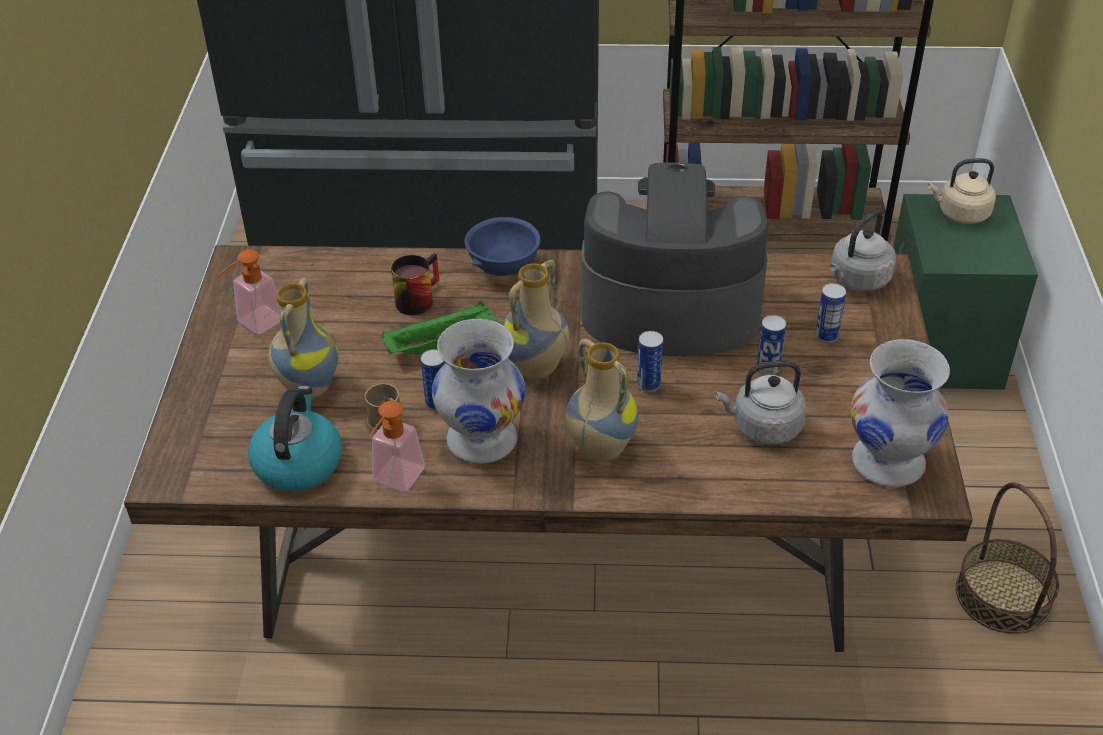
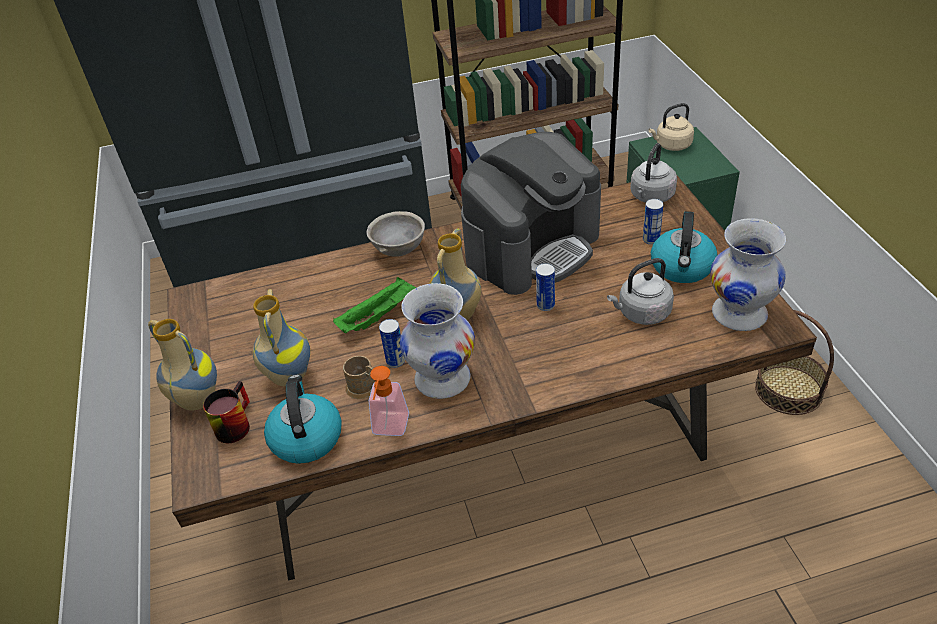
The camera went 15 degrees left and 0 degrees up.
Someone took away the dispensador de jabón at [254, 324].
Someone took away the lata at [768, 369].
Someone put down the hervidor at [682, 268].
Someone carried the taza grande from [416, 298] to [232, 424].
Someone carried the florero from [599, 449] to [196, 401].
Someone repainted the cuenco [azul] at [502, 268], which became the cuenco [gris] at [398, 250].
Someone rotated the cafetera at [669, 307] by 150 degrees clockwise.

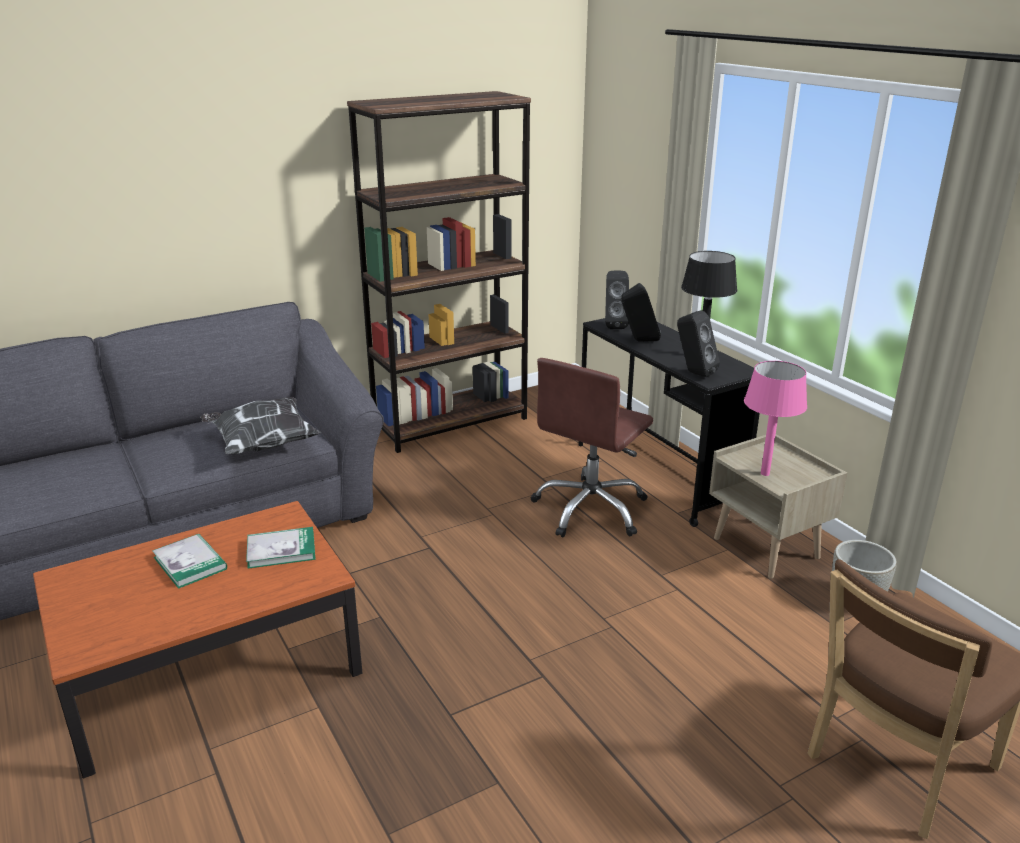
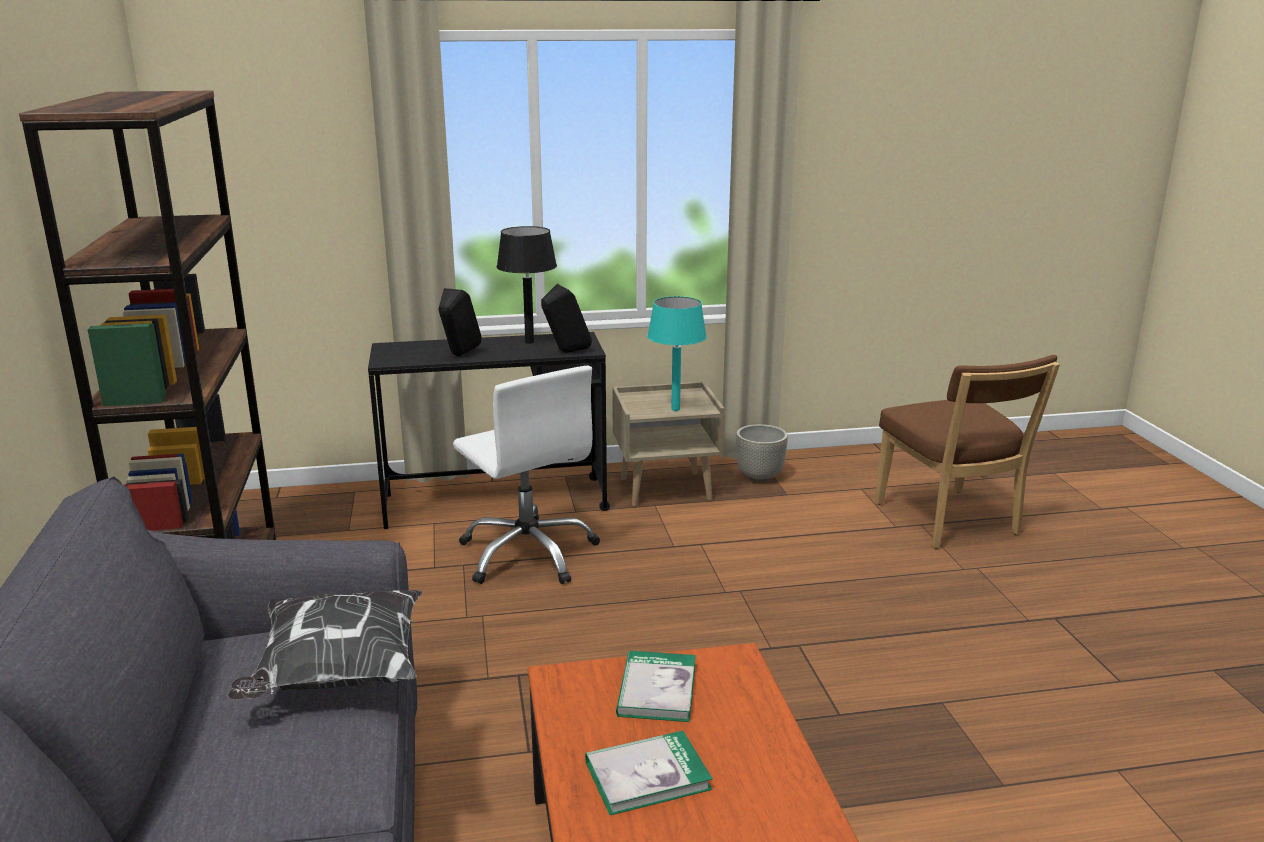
The camera went 70 degrees left and 5 degrees down.
Someone took away the altavoz [negro] at [614, 325].
Someone repainted the silla de oficina [marrón] at [591, 509], which became the silla de oficina [blanco] at [528, 553].
Someone repainted the lámpara de mesa [rosa] at [764, 473], which became the lámpara de mesa [turquesa] at [675, 409].

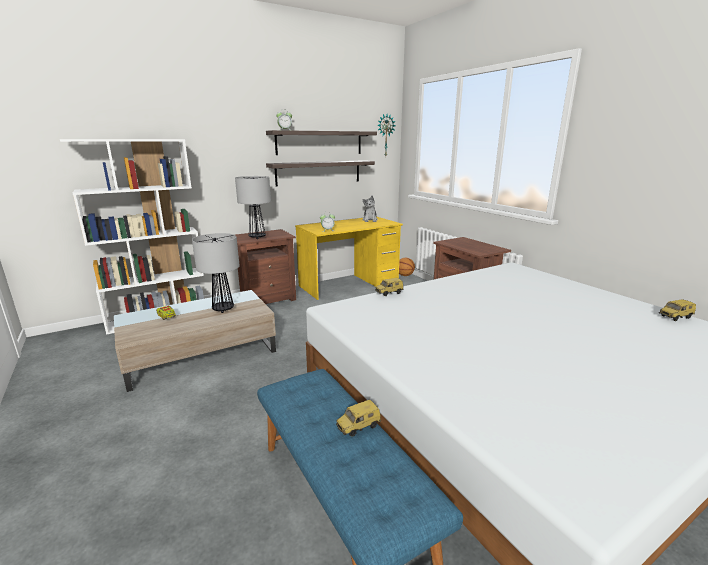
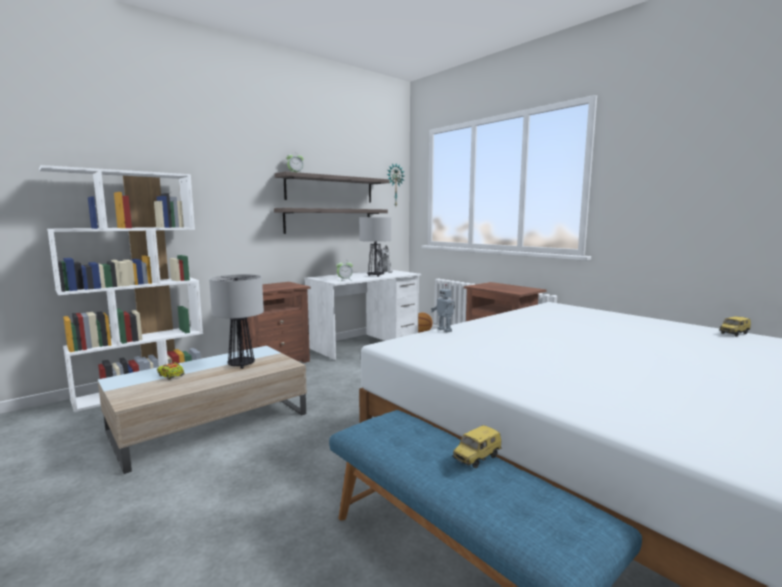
The camera went 10 degrees left and 10 degrees down.
Someone carried the lámpara de mesa from [257, 237] to [375, 275].
Someone swapped the coche de juguete at [389, 293] for the robot de juguete at [445, 330].
Someone repainted the escritorio [amarillo] at [349, 284], which became the escritorio [blanco] at [364, 343].

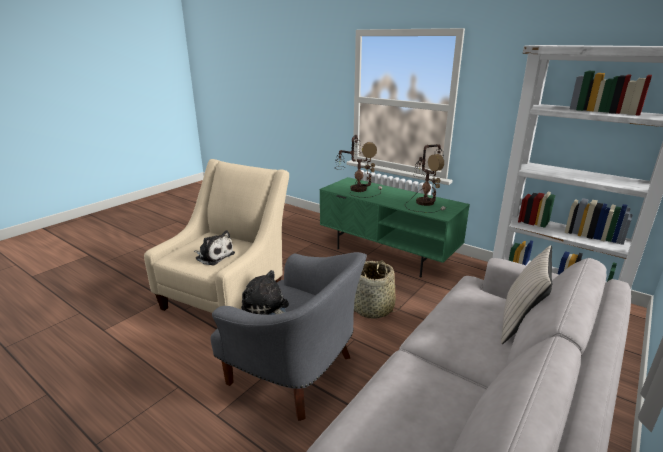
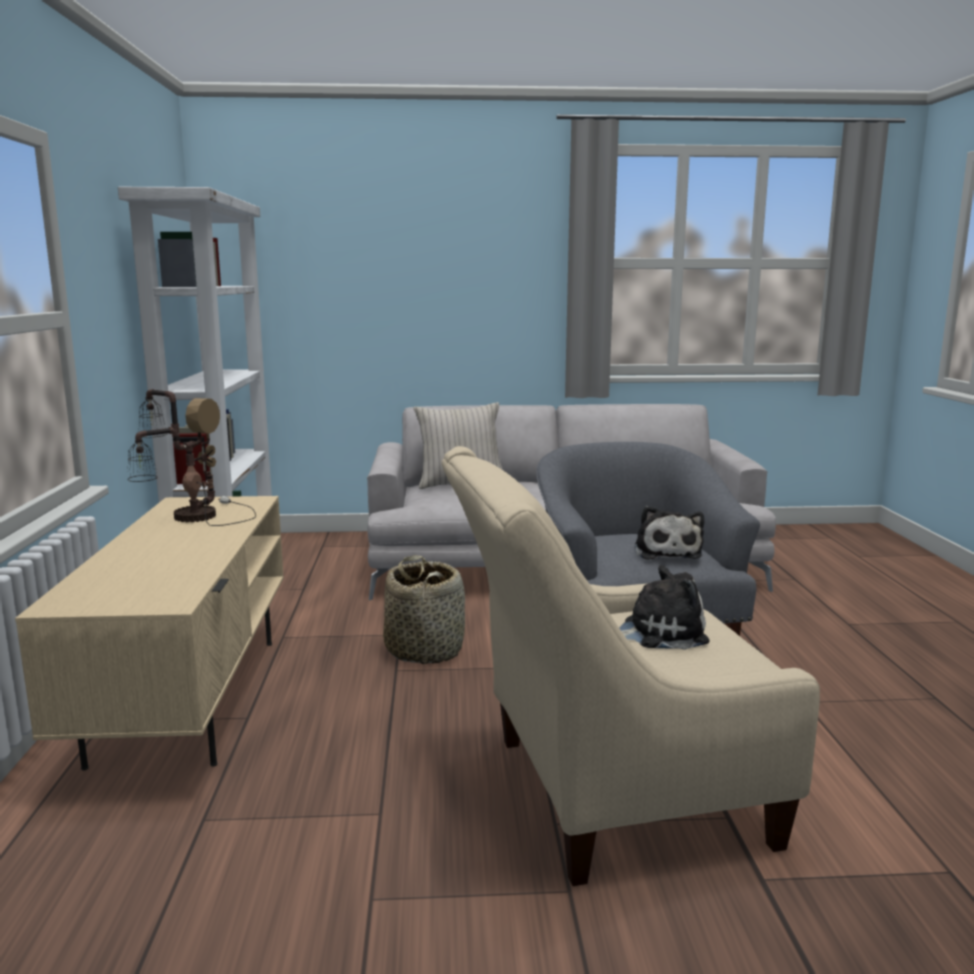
The camera went 130 degrees left and 10 degrees down.
Someone took away the lámpara de mesa at [357, 189].
Someone repainted the mueble de televisión [verde] at [388, 254], which became the mueble de televisión [beis] at [189, 697].
Someone rotated the peluche at [214, 256] by 90 degrees clockwise.

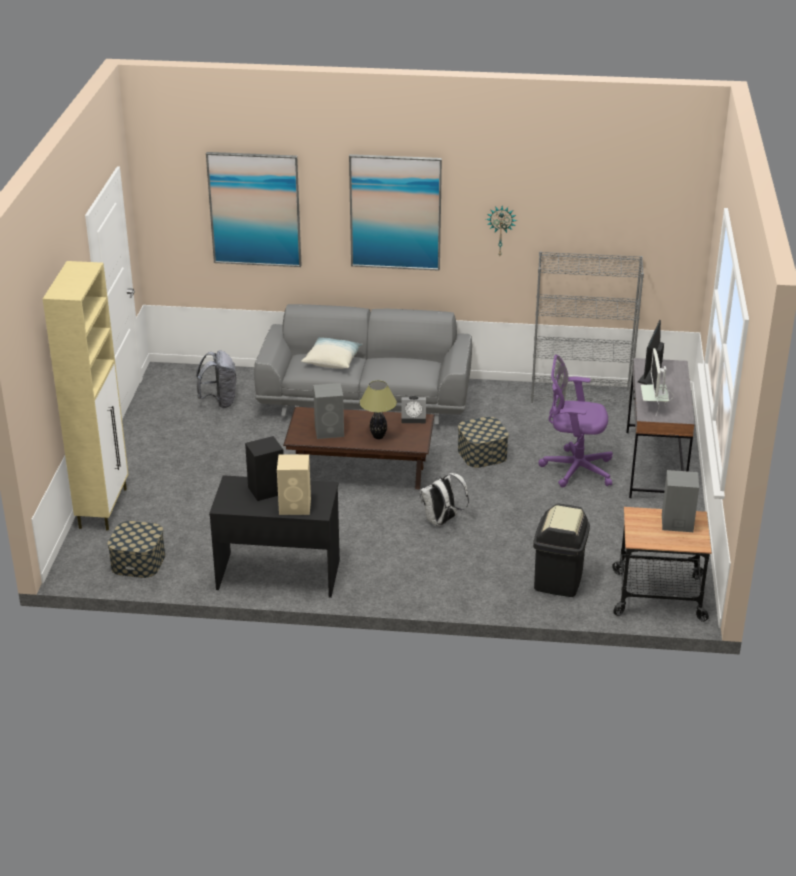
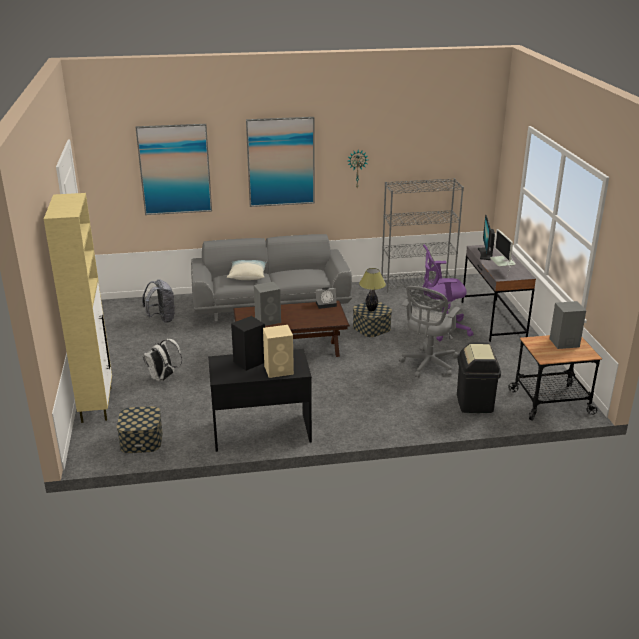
The camera went 15 degrees left and 5 degrees down.
Someone put down the silla de oficina [gris] at [427, 365].
Someone carried the lámpara de mesa from [378, 437] to [371, 310].
Someone carried the mochila [blanco] from [442, 521] to [163, 378].

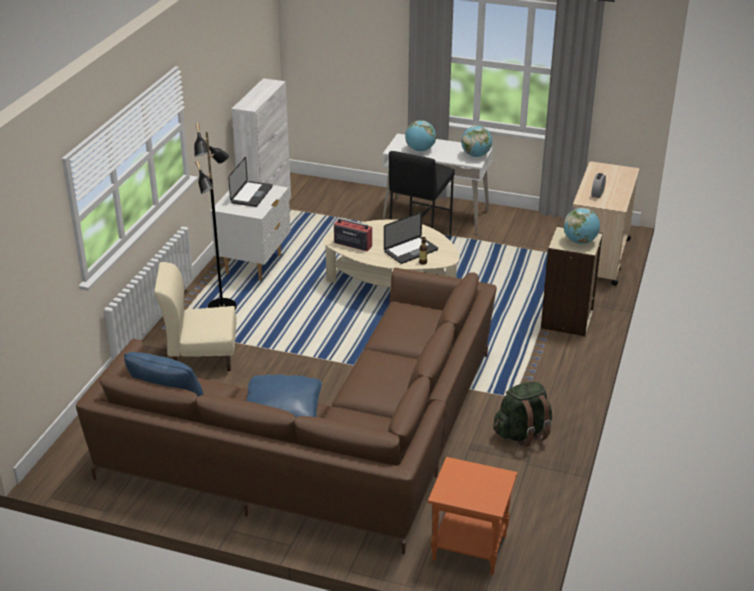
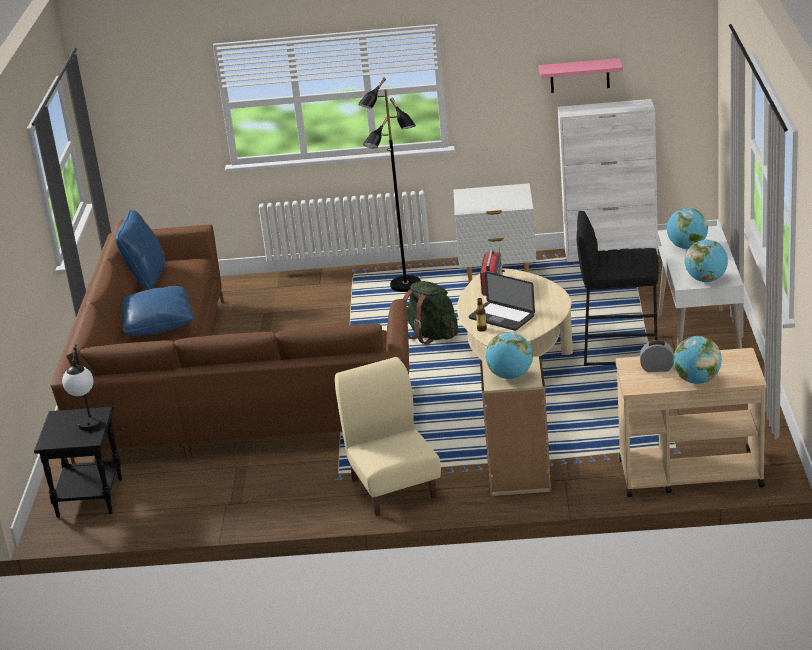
The camera went 75 degrees right and 5 degrees down.
Someone took away the portátil at [251, 195].
Someone put down the lámpara de mesa at [89, 429].
Someone put up the estante [rosa] at [579, 75].
Someone put down the globo terráqueo at [697, 380].
Someone carried the silla [beis] from [201, 356] to [393, 487].
Someone carried the mochila [verde] from [522, 433] to [431, 335].
Someone repainted the mesa auxiliar [naranja] at [468, 548], which became the mesa auxiliar [negro] at [88, 497].

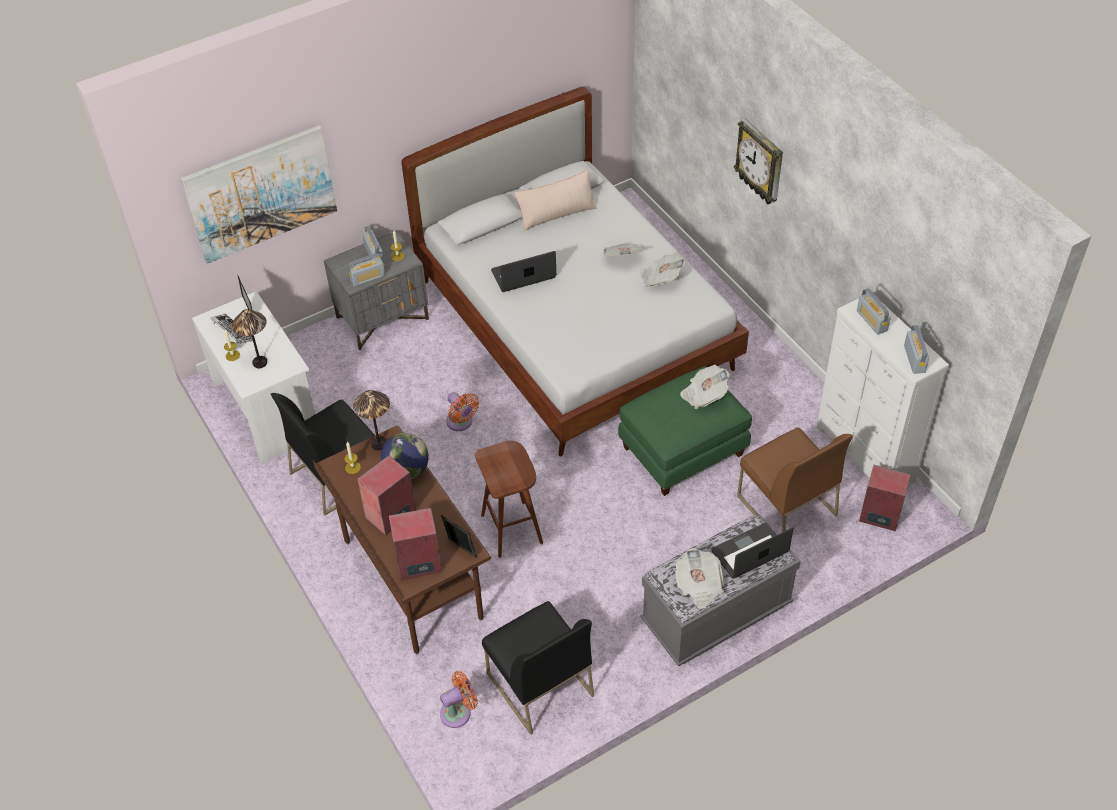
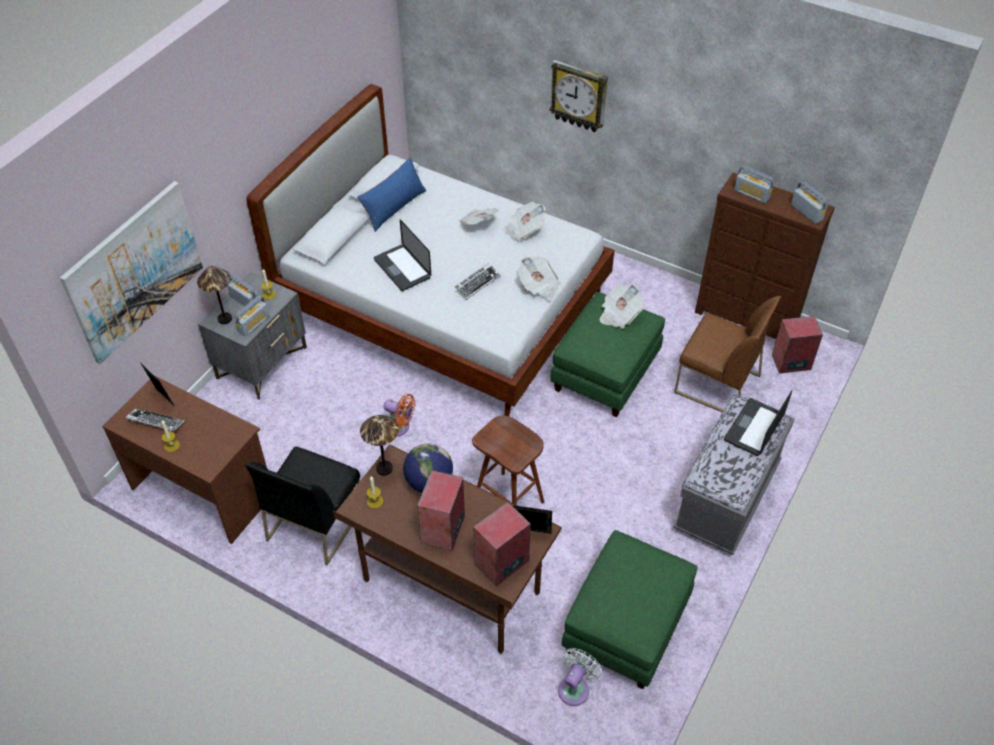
The camera went 30 degrees left and 0 degrees up.
Someone put down the teclado at [477, 283].
Someone carried the lámpara de mesa from [259, 363] to [224, 319].
Someone carried the periódico from [699, 586] to [539, 286].
Someone swapped the silla [negro] at [539, 684] for the puf [verde] at [627, 628].
Someone repainted the escritorio [blanco] at [267, 409], which became the escritorio [marrón] at [203, 490].
Someone repainted the ventilador [naranja] at [458, 712], which became the ventilador [blanco] at [575, 688].
Someone repainted the cojín [beis] at [556, 214], which became the cojín [azul] at [394, 207].
Someone repainted the cómoda [blanco] at [864, 455], which became the cómoda [marrón] at [746, 320].
Someone rotated the portátil at [523, 274] by 75 degrees counterclockwise.

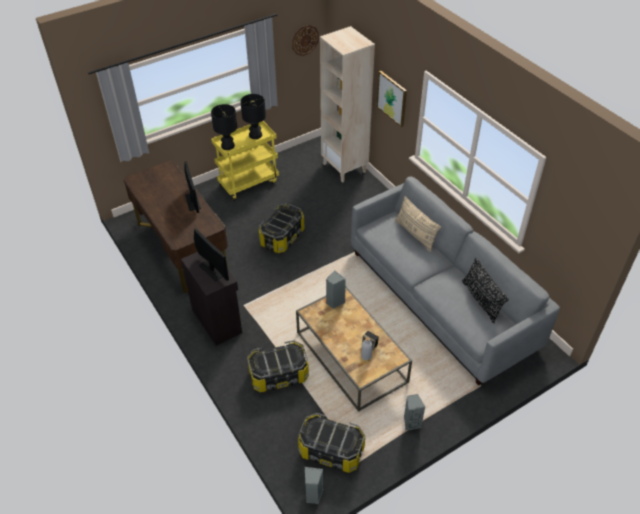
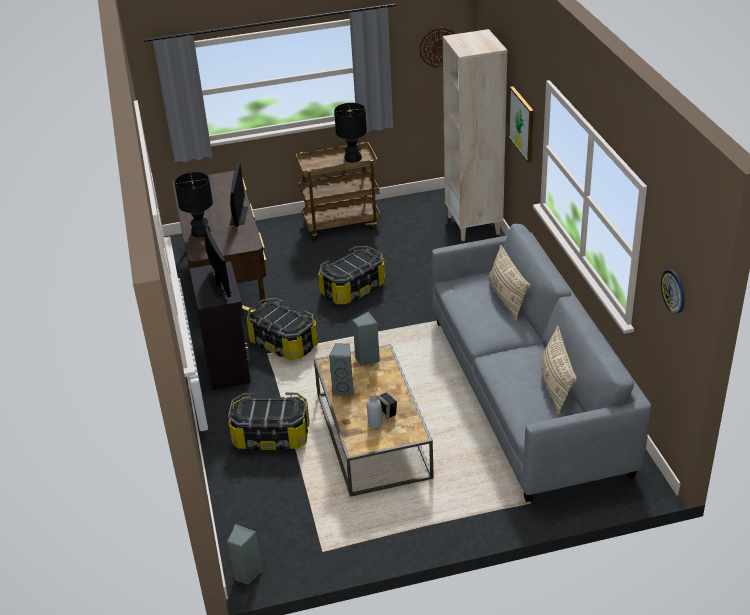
The camera went 20 degrees right and 10 degrees down.
Someone put up the reloj de pared at [674, 291].
Someone carried the lámpara de mesa [negro] from [227, 146] to [200, 232].
Someone carried the caja de almacenaje from [331, 451] to [283, 344].
Someone carried the altavoz [gris] from [411, 423] to [344, 389].
Someone repainted the carrito [amarillo] at [249, 183], which became the carrito [marrón] at [341, 224].
Someone repainted the cojín [negro] at [481, 300], which became the cojín [beis] at [555, 386].

